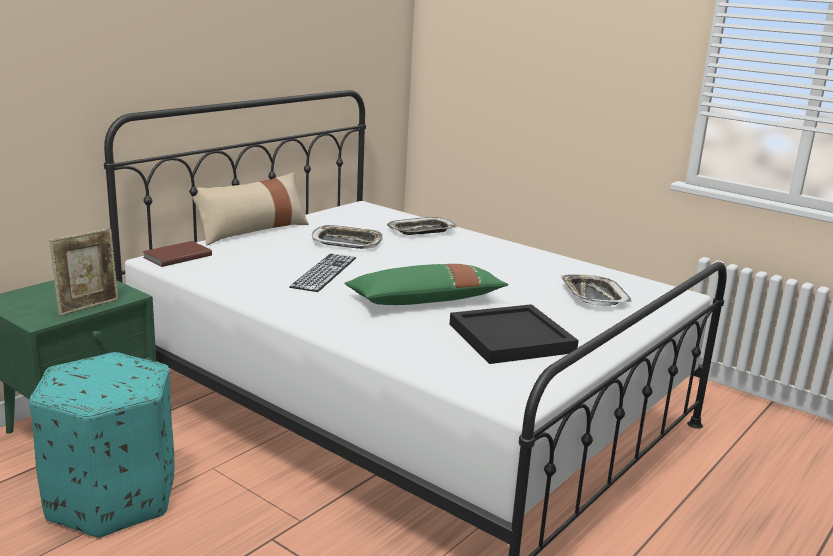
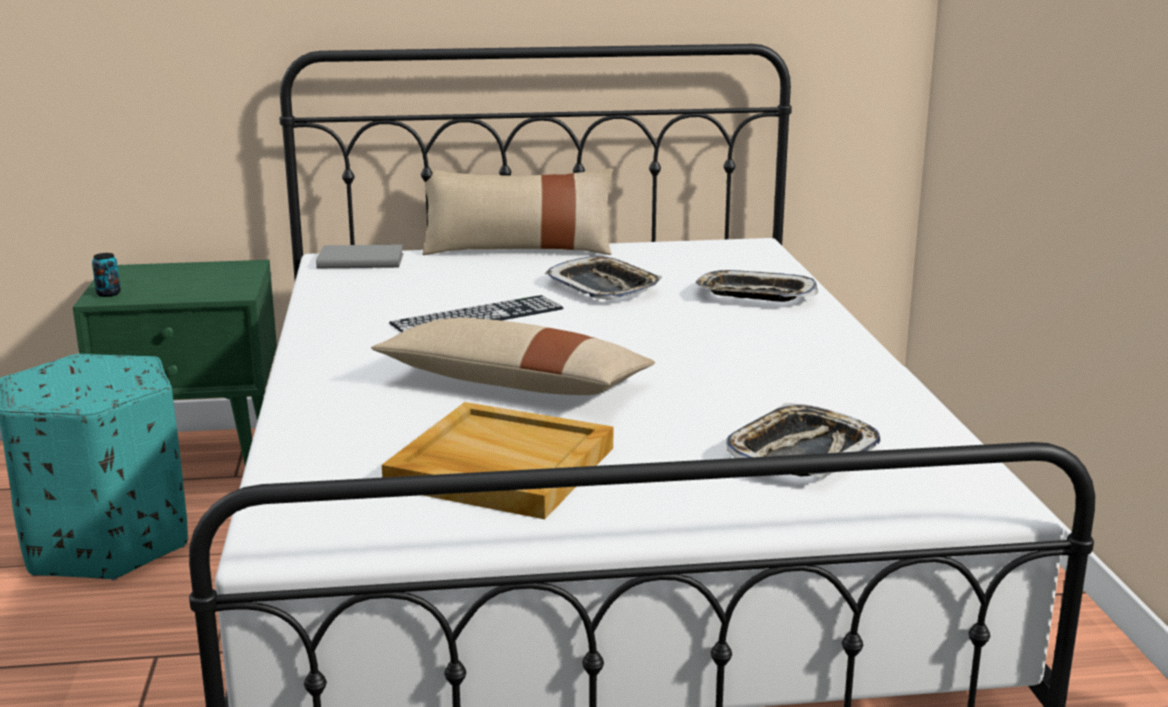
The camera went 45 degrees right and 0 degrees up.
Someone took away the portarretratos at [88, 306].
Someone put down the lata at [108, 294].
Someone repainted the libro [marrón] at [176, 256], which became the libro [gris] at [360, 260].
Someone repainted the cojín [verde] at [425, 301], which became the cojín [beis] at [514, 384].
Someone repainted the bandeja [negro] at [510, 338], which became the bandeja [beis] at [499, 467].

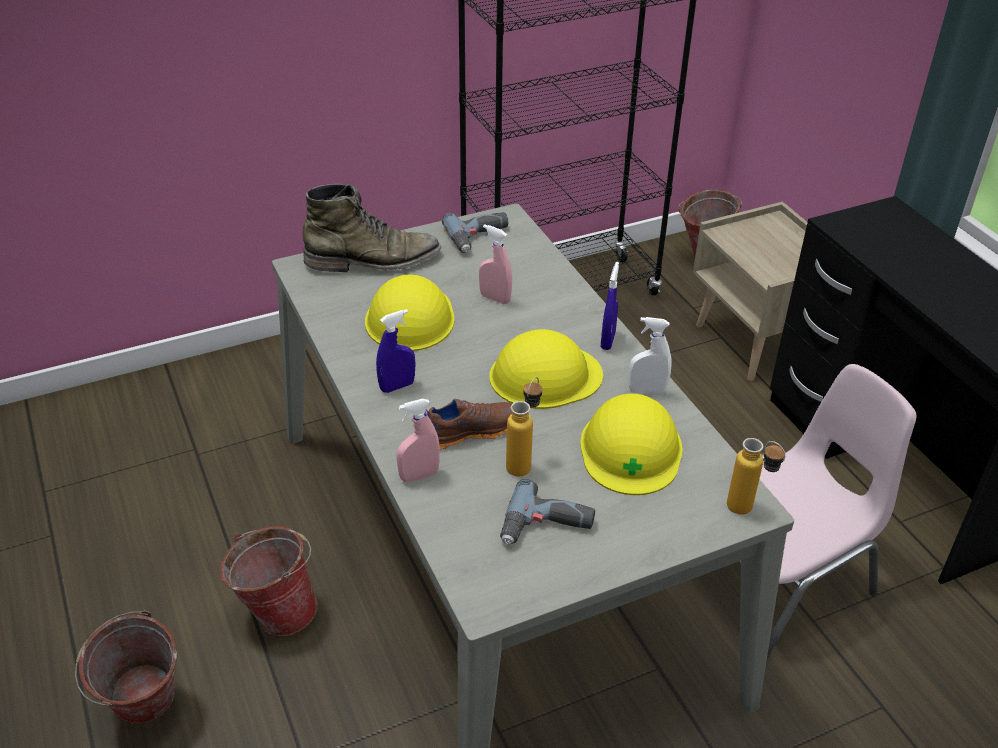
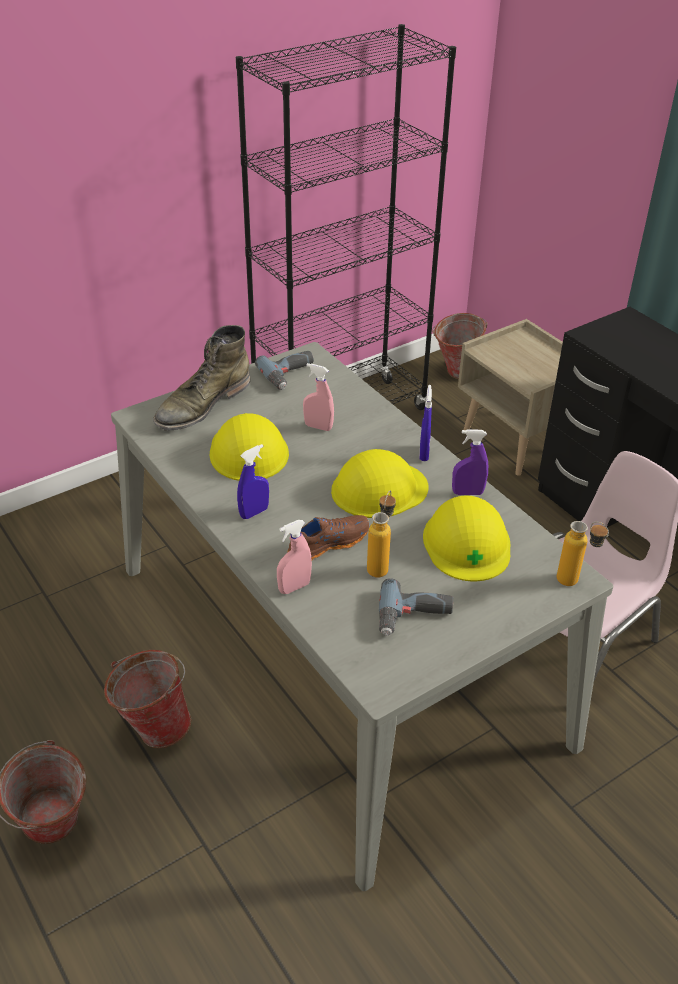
The camera went 10 degrees left and 0 degrees up.
Someone repainted the pulverizador [blanco] at [647, 391], which became the pulverizador [morado] at [467, 493].
Someone rotated the bota [verde] at [373, 260] by 150 degrees clockwise.

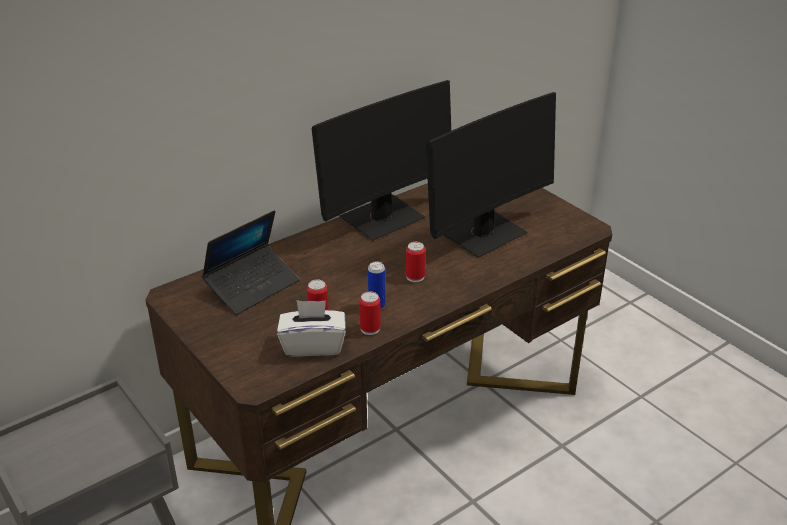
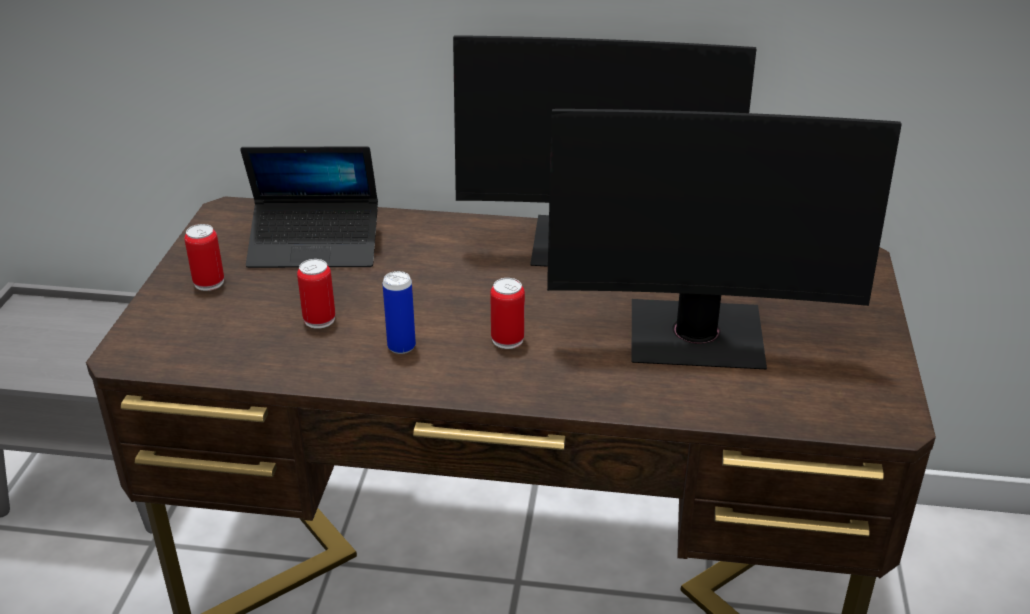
The camera went 45 degrees right and 0 degrees up.
Someone took away the caja de pañuelos [blanco] at [313, 345].
Someone carried the lata from [370, 329] to [209, 282].

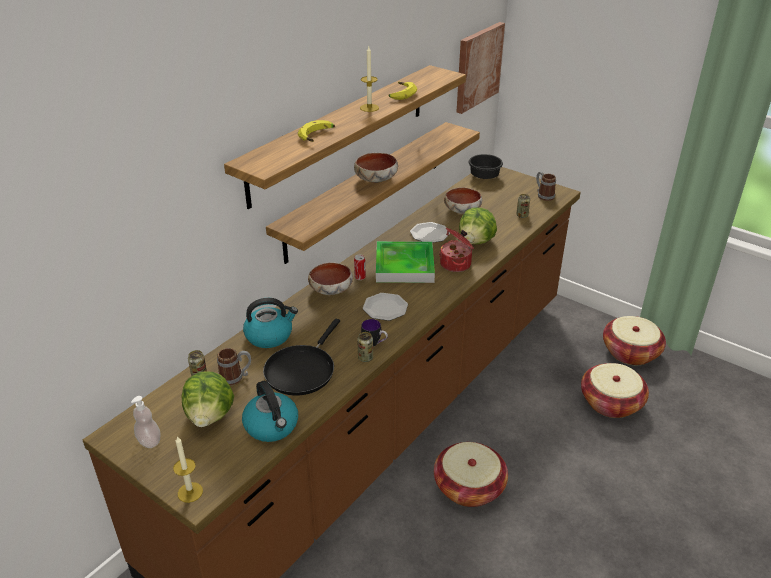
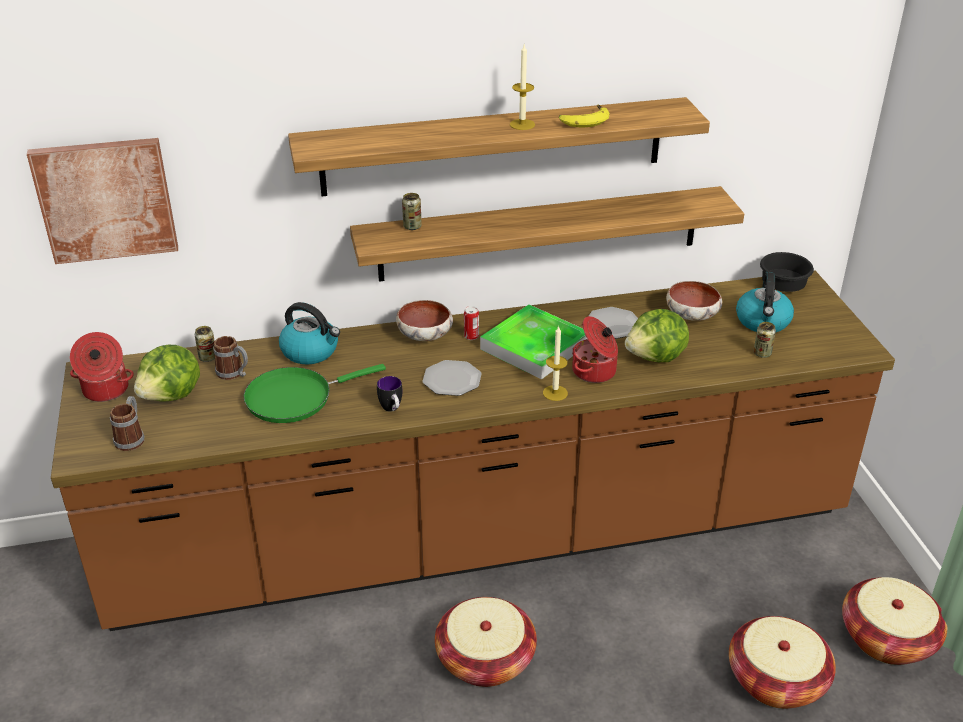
The camera went 40 degrees right and 0 degrees up.
Someone took away the plátano at [318, 136].
Someone took away the cuenco at [376, 179].
Someone carried the vela from [190, 492] to [555, 393].
Someone carried the hervidor from [272, 426] to [763, 322].
Someone carried the lata from [365, 358] to [412, 226].
Someone carried the cuadro from [478, 67] to [106, 199].
Someone carried the taza grande from [543, 195] to [132, 438].
Someone swapped the dispensador de jabón at [149, 441] for the olla at [105, 390].
Someone repainted the sartén [negro] at [302, 370], which became the sartén [verde] at [295, 398].

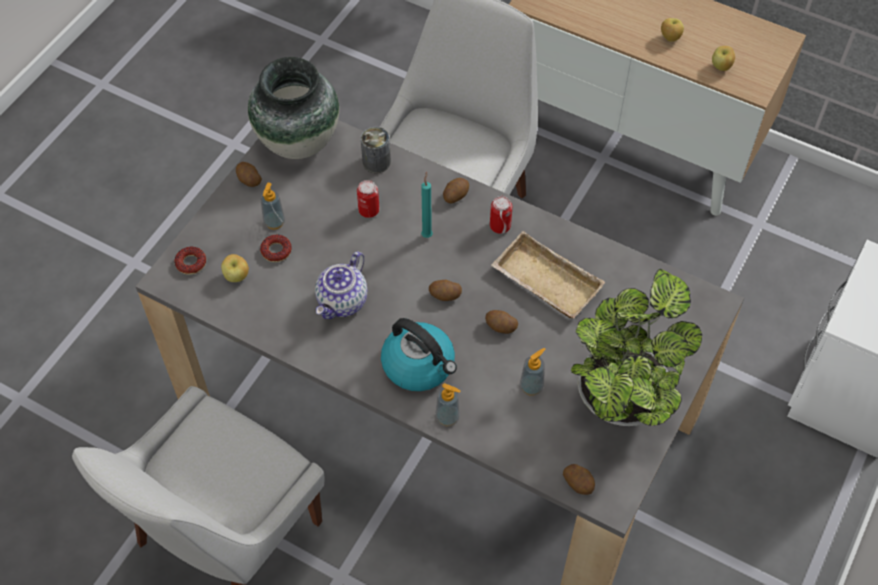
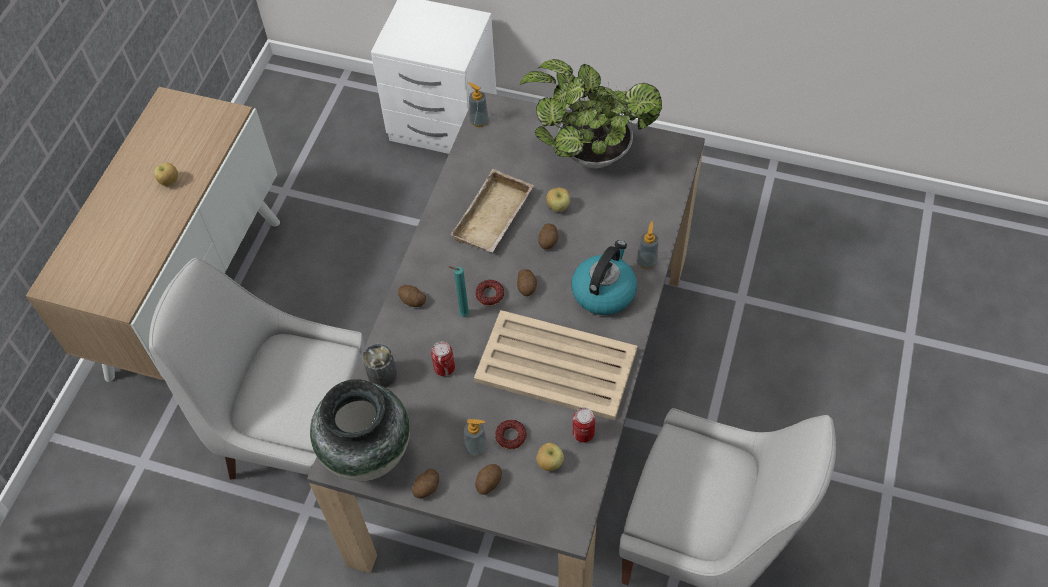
The camera went 100 degrees left and 0 degrees up.
Someone carried the rosquilla from [191, 263] to [490, 295].
Someone carried the lata from [500, 226] to [583, 433].
Someone carried the dispensador de jabón from [531, 387] to [479, 121].
Someone carried the patata from [578, 483] to [488, 482].
Someone carried the manzana from [721, 67] to [558, 207].
Someone swapped the tetera at [343, 302] for the bandeja [beis] at [554, 364].

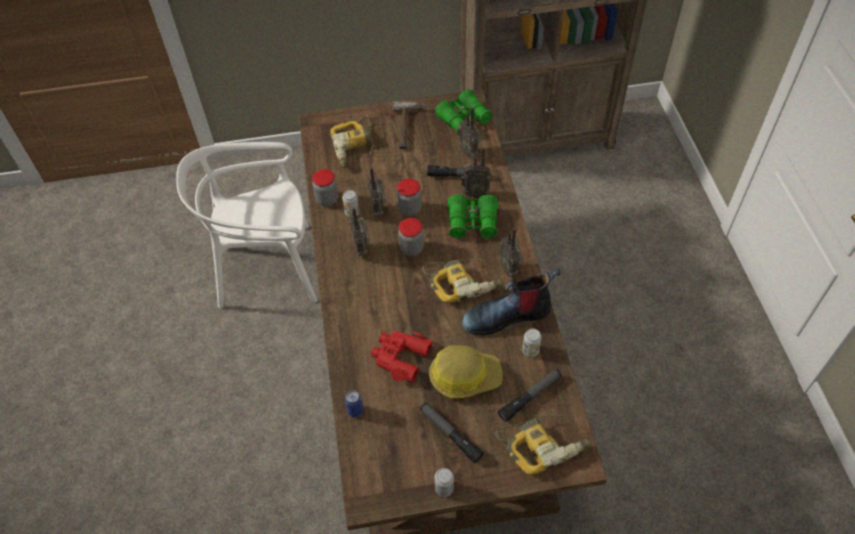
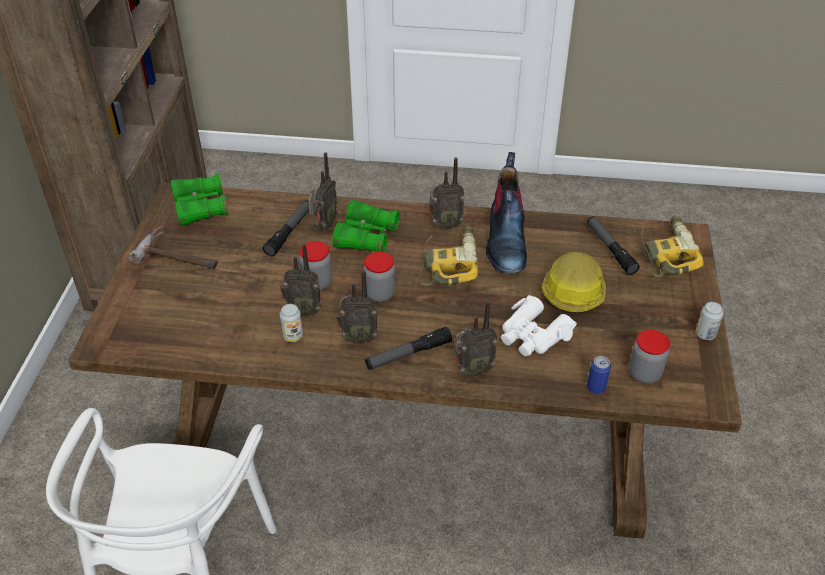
The camera went 75 degrees left and 10 degrees down.
Someone took away the taladro at [354, 147].
Someone took away the lata at [530, 350].
Someone carried the tarro from [327, 199] to [644, 374].
Someone carried the linterna from [450, 434] to [408, 354].
Someone carried the radio from [470, 152] to [472, 370].
Someone repainted the prismáticos [rojo] at [400, 357], which became the prismáticos [blanco] at [533, 335].

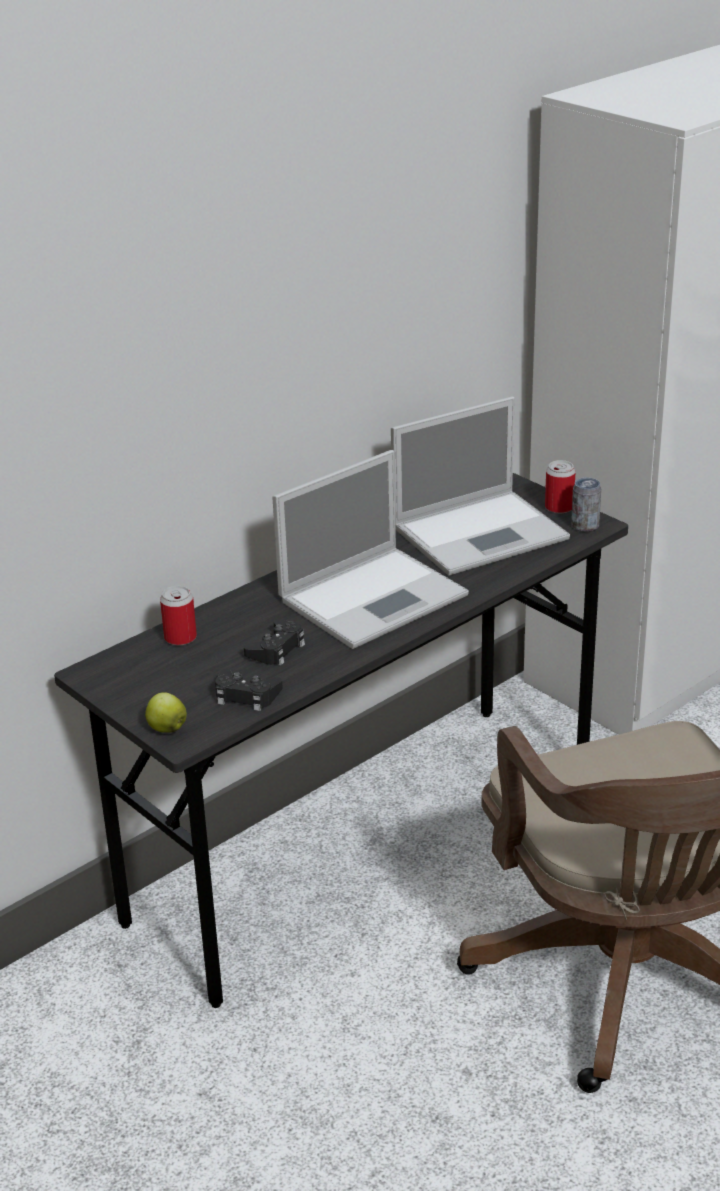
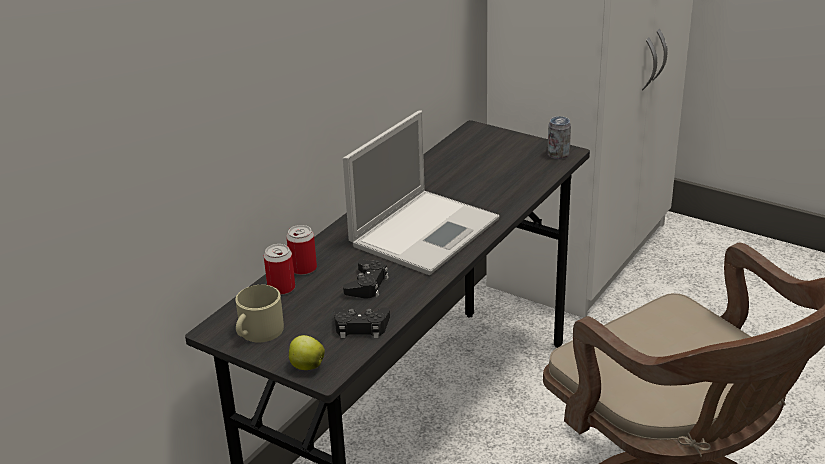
The camera went 15 degrees left and 0 degrees up.
Someone took away the portátil at [482, 532].
Someone put down the taza grande [beis] at [258, 332].
Someone carried the lata from [559, 507] to [303, 268].

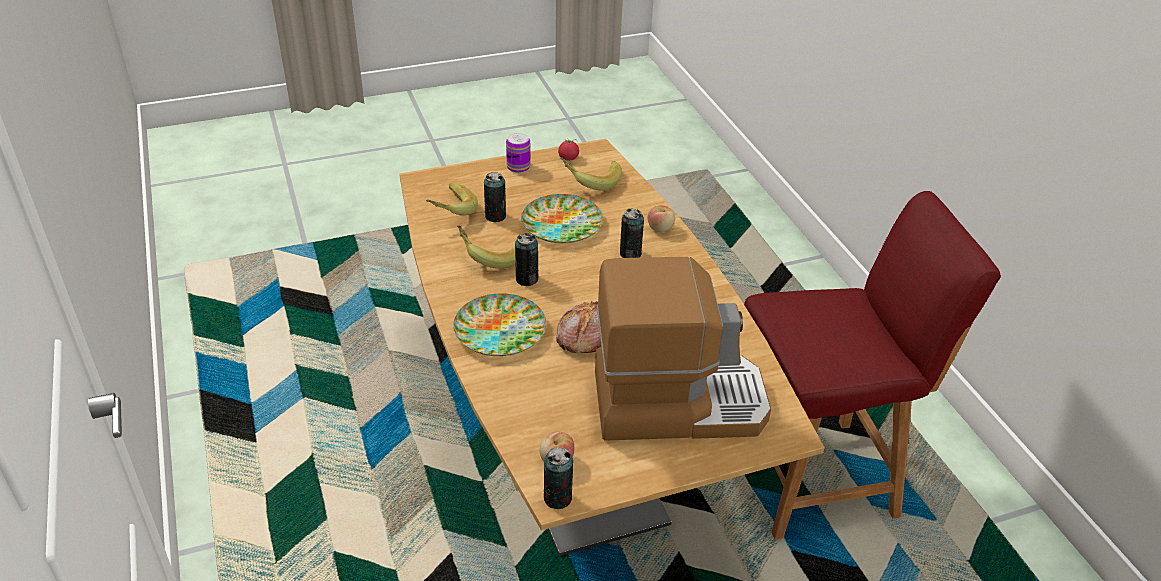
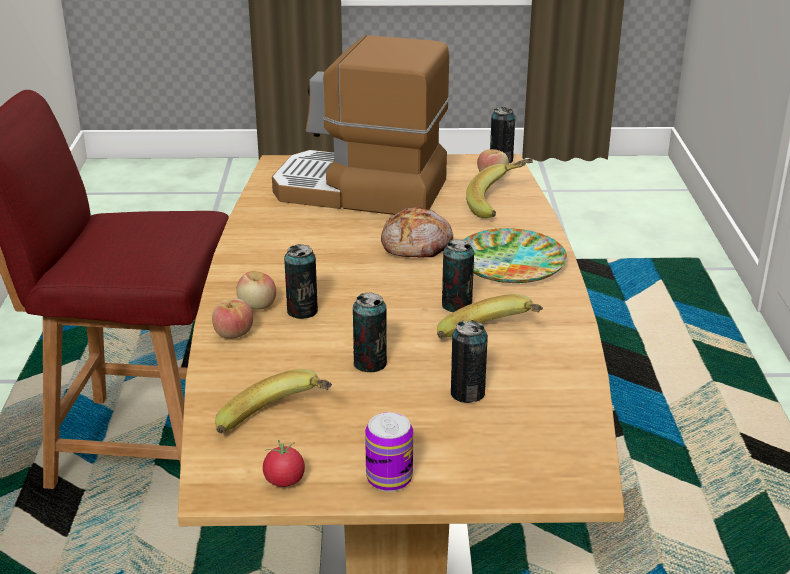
The camera went 160 degrees left and 10 degrees down.
Someone put down the manzana at [257, 306].
Someone carried the plátano from [449, 211] to [501, 205].
Someone swapped the plato at [562, 224] for the lata at [370, 364].

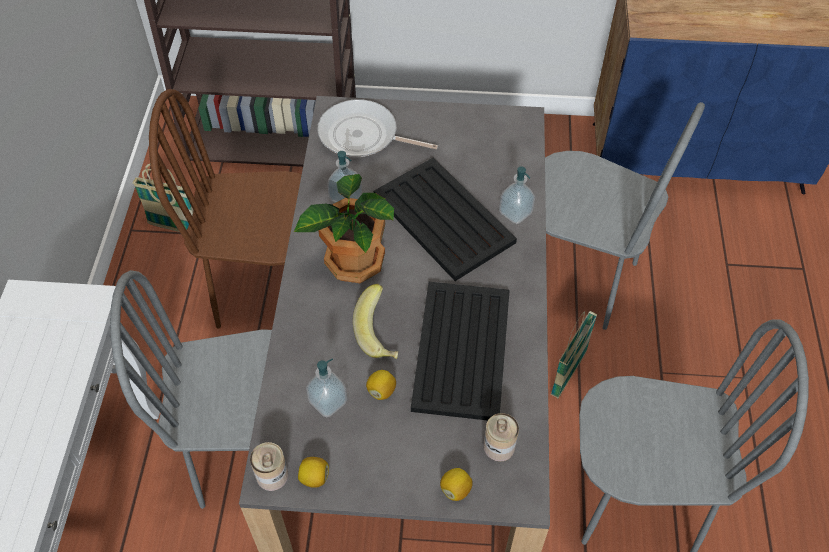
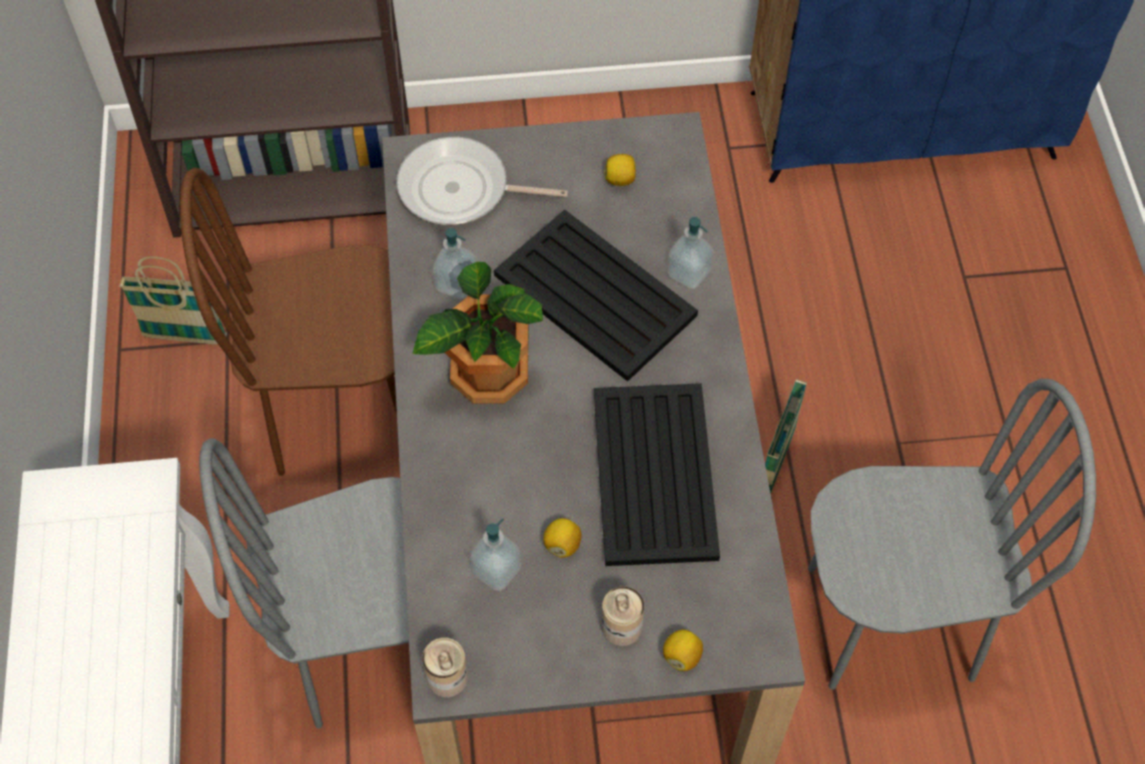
The camera went 10 degrees left and 5 degrees up.
Someone took away the plátano at [381, 334].
Someone took away the silla [gris] at [578, 278].
Someone carried the limón from [314, 477] to [620, 179].
Someone carried the lata from [499, 446] to [621, 626].

